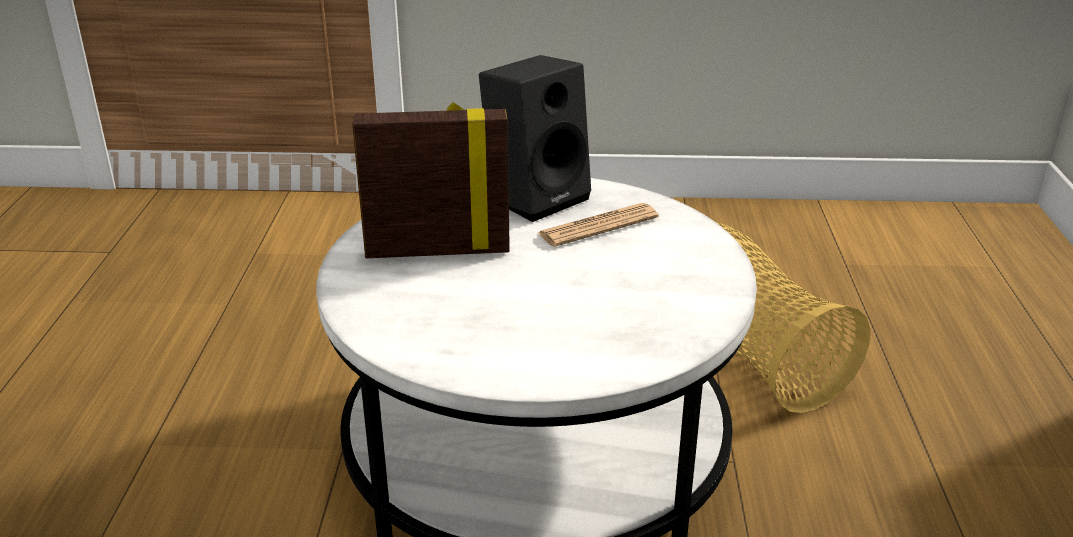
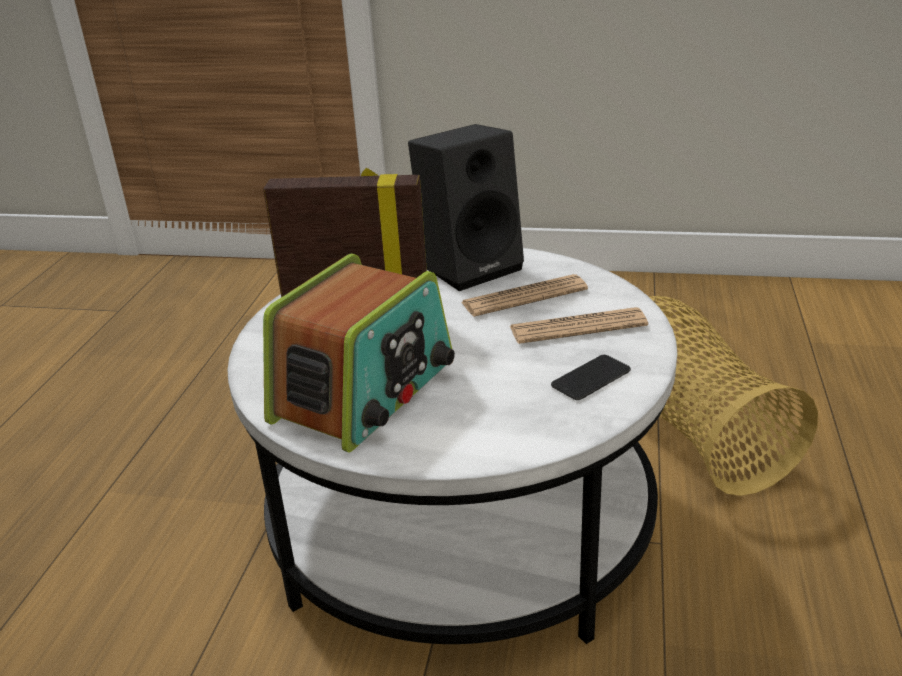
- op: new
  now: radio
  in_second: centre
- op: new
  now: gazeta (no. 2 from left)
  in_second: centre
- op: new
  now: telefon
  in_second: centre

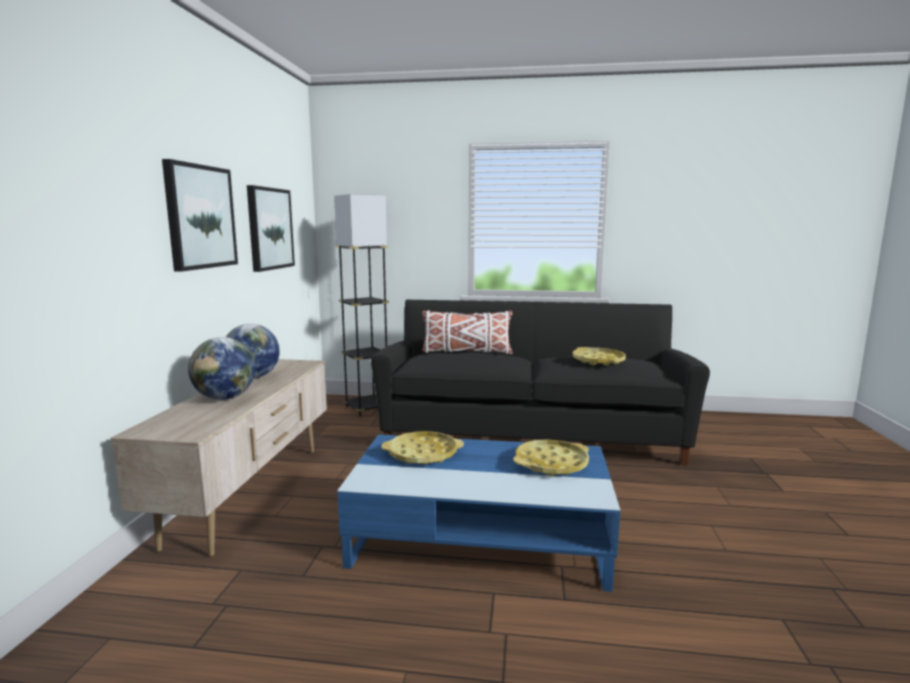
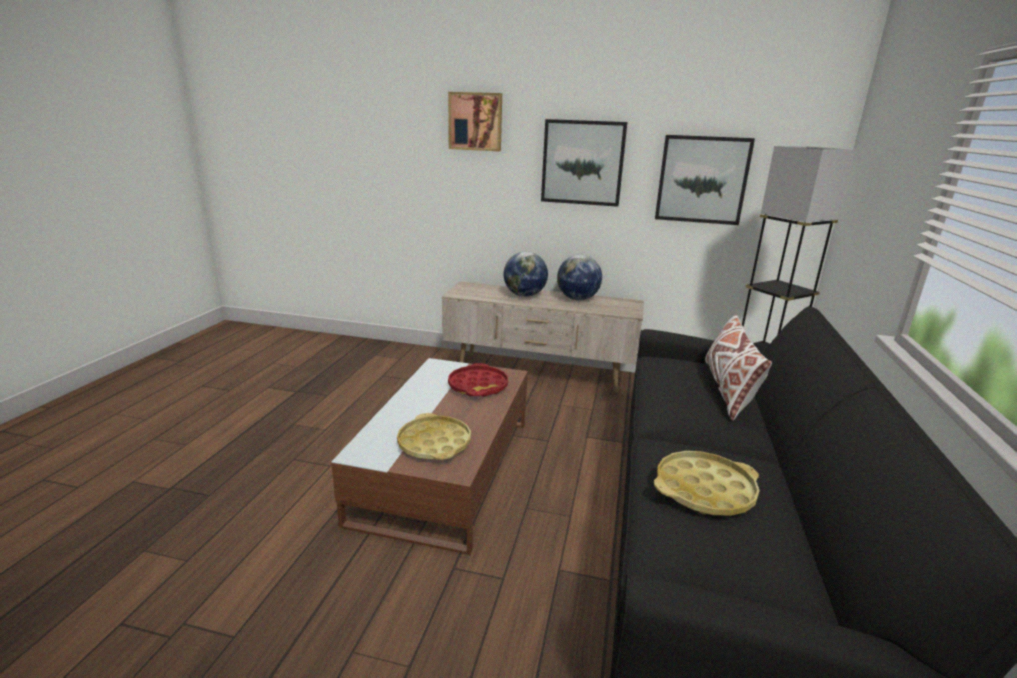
- op: new
  now: obraz (no. 1 from left)
  in_second: top centre
- op: repainted
  was: ława/niebieski
  now: ława/brązowy
  in_first: bottom centre
  in_second: bottom centre
- op: repainted
  was: taca/żółty (no. 1 from left)
  now: taca/czerwony
  in_first: centre
  in_second: centre

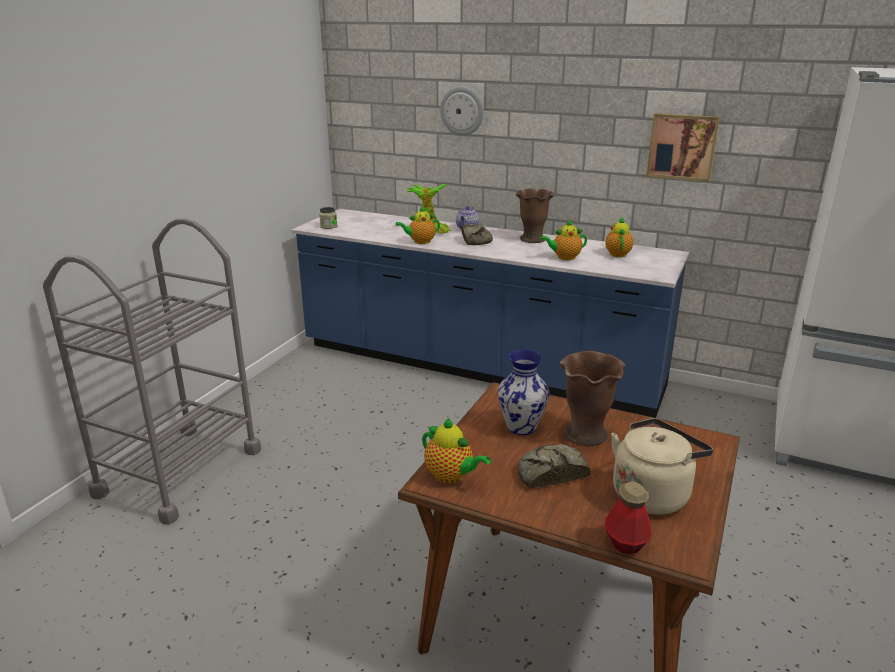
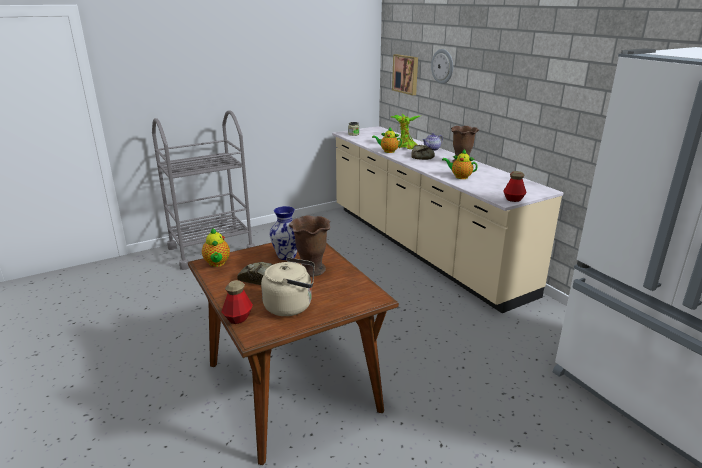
- op: gone
  was: imbryk (no. 5 from left)
  in_first: middle right
- op: new
  now: butelka (no. 2 from left)
  in_second: middle right
- op: shifted
  was: obraz
  in_first: top right
  in_second: top centre
- op: repainted
  was: zabudowa kuchenna/niebieski
  now: zabudowa kuchenna/beżowy
  in_first: centre
  in_second: centre

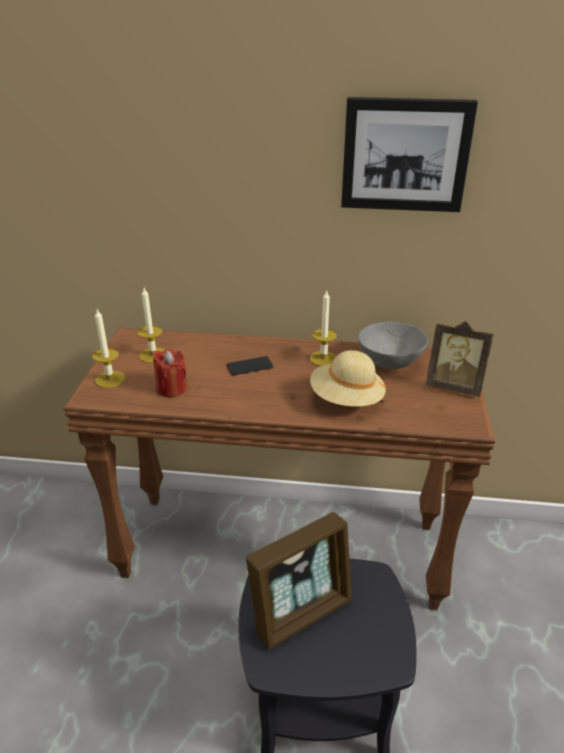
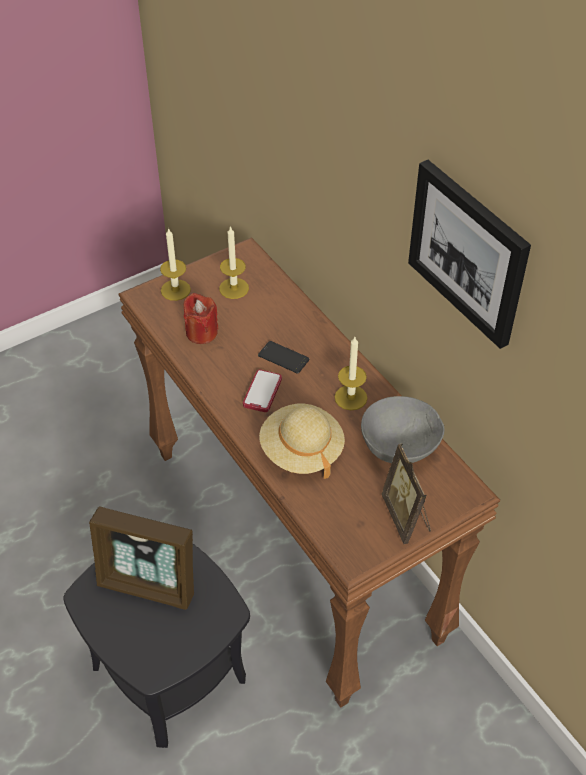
- op: new
  now: telefon (no. 1 from left)
  in_second: centre

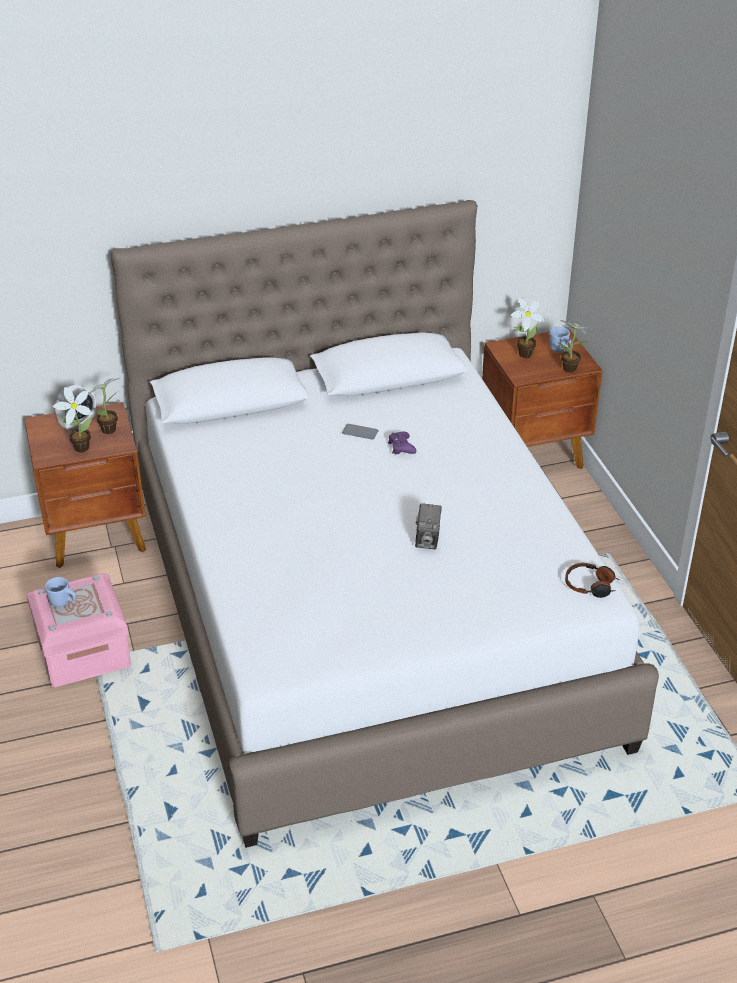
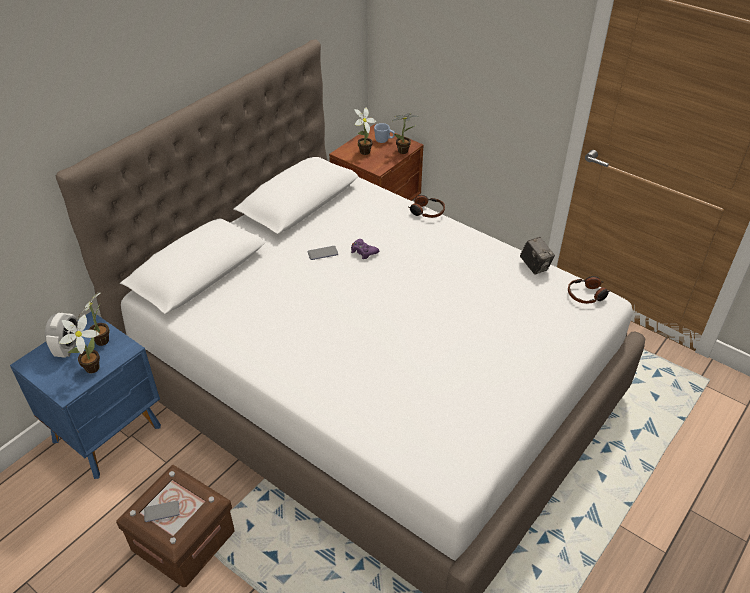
- op: new
  now: słuchawki (no. 1 from left)
  in_second: centre
- op: shifted
  was: aparat fotograficzny
  in_first: centre
  in_second: middle right
- op: swapped
  was: kubek/niebieski (no. 1 from left)
  now: telefon (no. 1 from left)
  in_first: middle left
  in_second: bottom left
- op: repainted
  was: szafka nocna/brązowy (no. 1 from left)
  now: szafka nocna/niebieski
  in_first: middle left
  in_second: middle left
- op: repainted
  was: pojemnik do przechowywania/różowy
  now: pojemnik do przechowywania/brązowy
  in_first: middle left
  in_second: bottom left

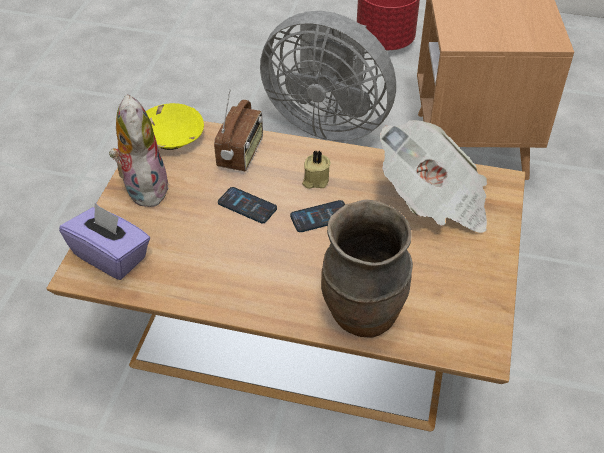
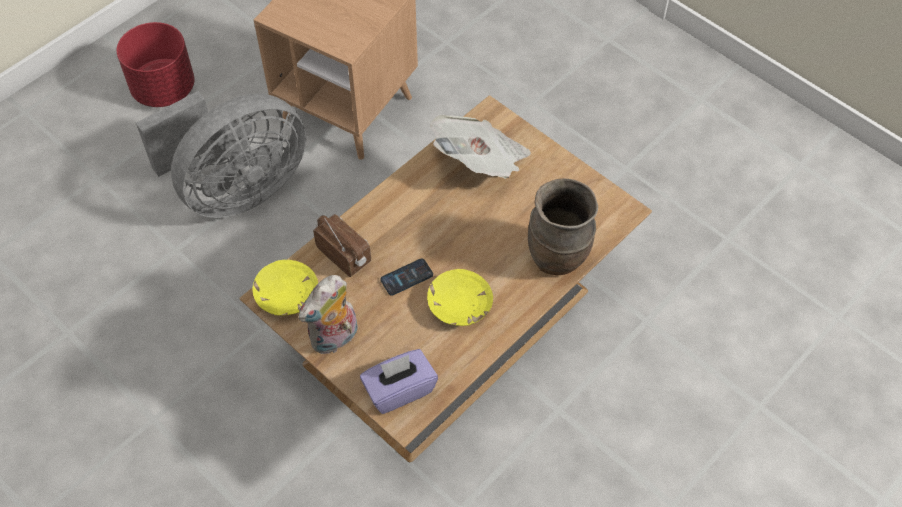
- op: gone
  was: telefon (no. 2 from left)
  in_first: centre
- op: gone
  was: świeca/beżowy
  in_first: centre
- op: new
  now: miska/żółty (no. 2 from left)
  in_second: centre
- op: rotated
  was: pluszak
  in_first: top left
  in_second: centre
  clockwise: -60

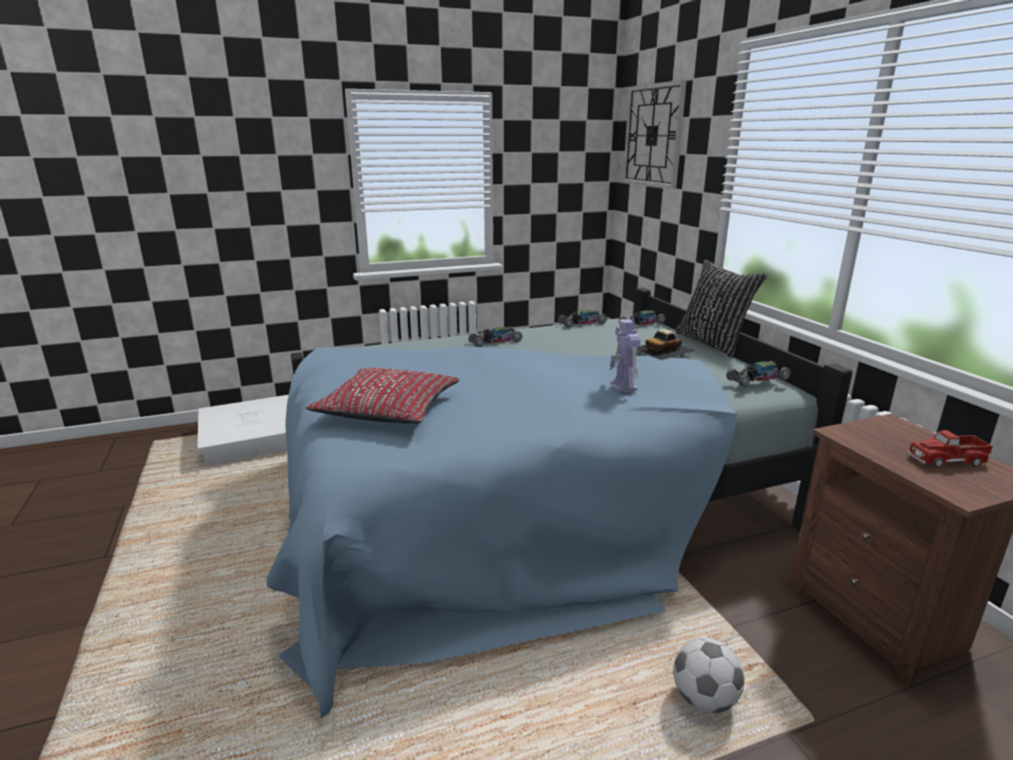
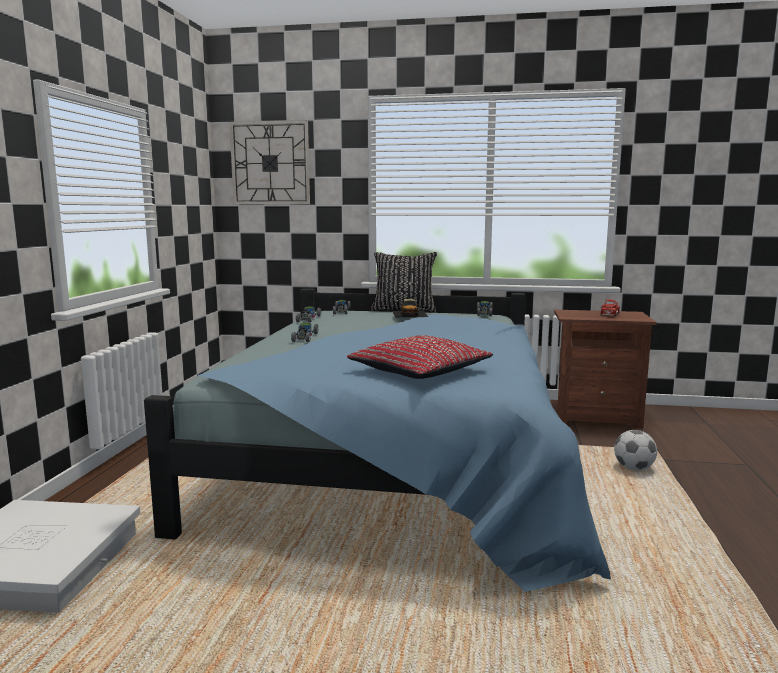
- op: gone
  was: robot zabawkowy
  in_first: centre

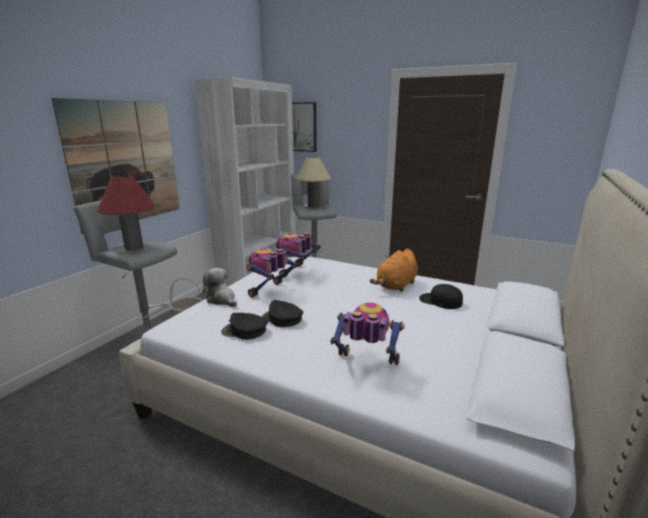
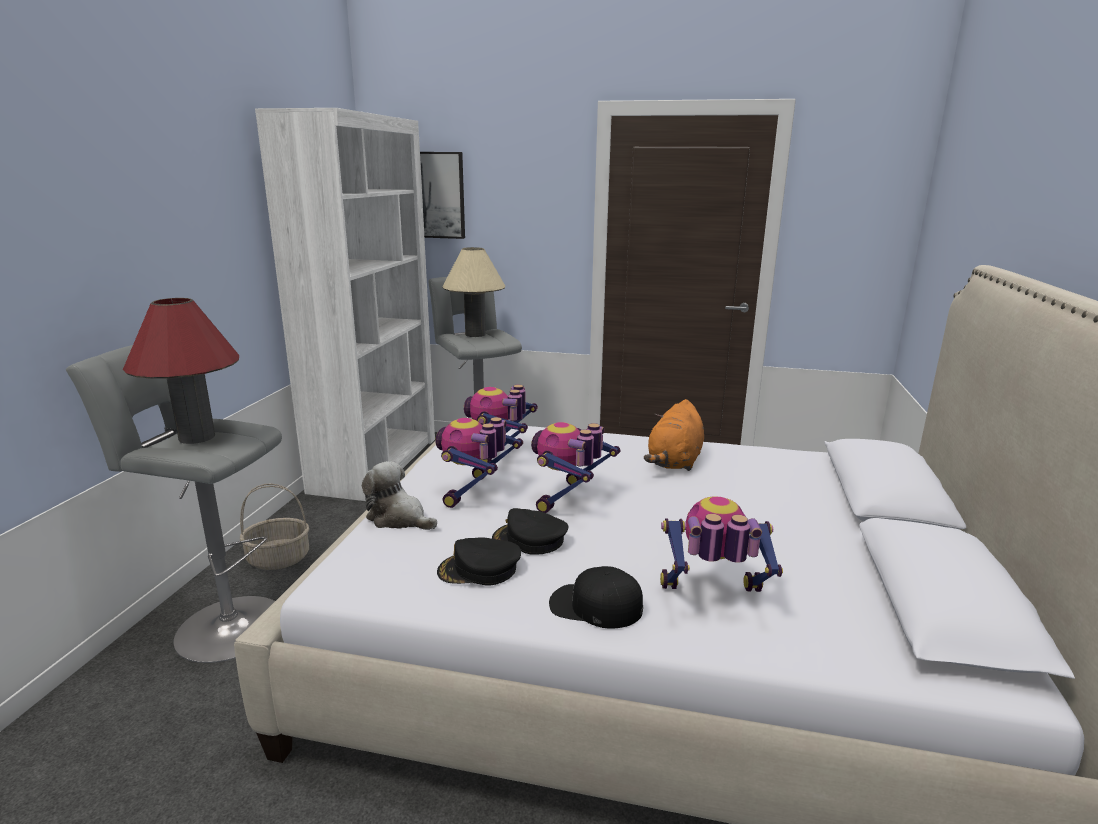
- op: gone
  was: obraz (no. 1 from left)
  in_first: top left
- op: new
  now: robot zabawkowy (no. 3 from left)
  in_second: centre
- op: shifted
  was: czapka z daszkiem/czarny (no. 3 from left)
  in_first: middle right
  in_second: bottom centre

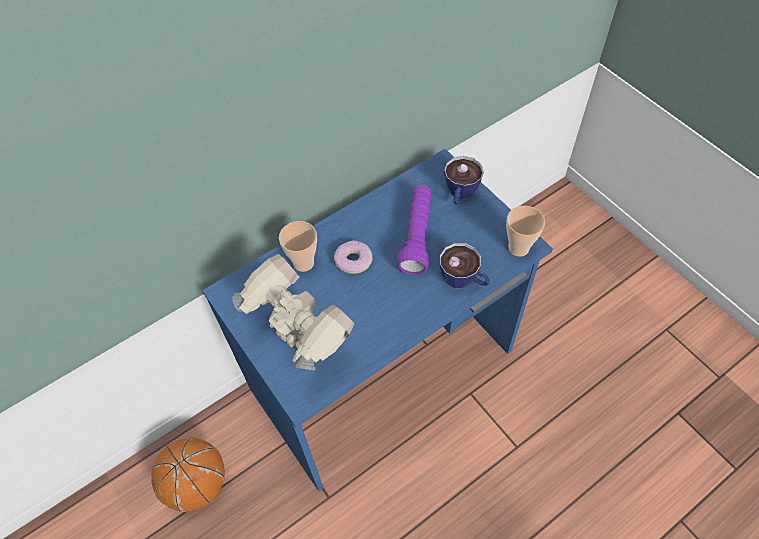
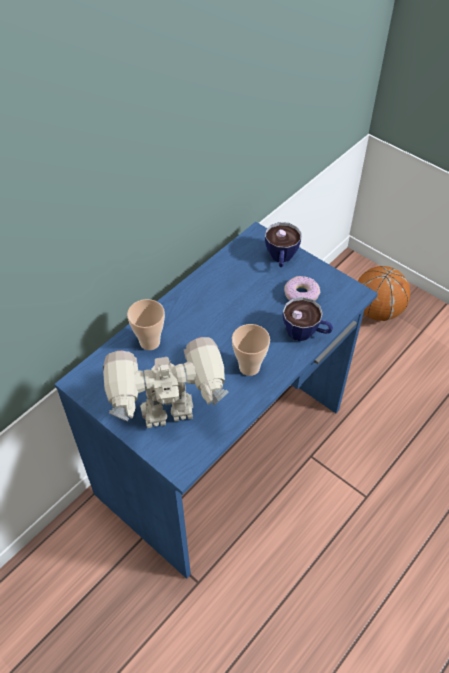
- op: gone
  was: latarka/fioletowy
  in_first: centre
- op: shifted
  was: piłka do koszykówki
  in_first: bottom left
  in_second: middle right
- op: shifted
  was: donut
  in_first: centre
  in_second: middle right
- op: shifted
  was: filiżanka (no. 4 from left in the first image)
  now: filiżanka (no. 2 from left)
  in_first: middle right
  in_second: centre
- op: rotated
  was: robot zabawkowy
  in_first: centre
  in_second: centre
  clockwise: -45

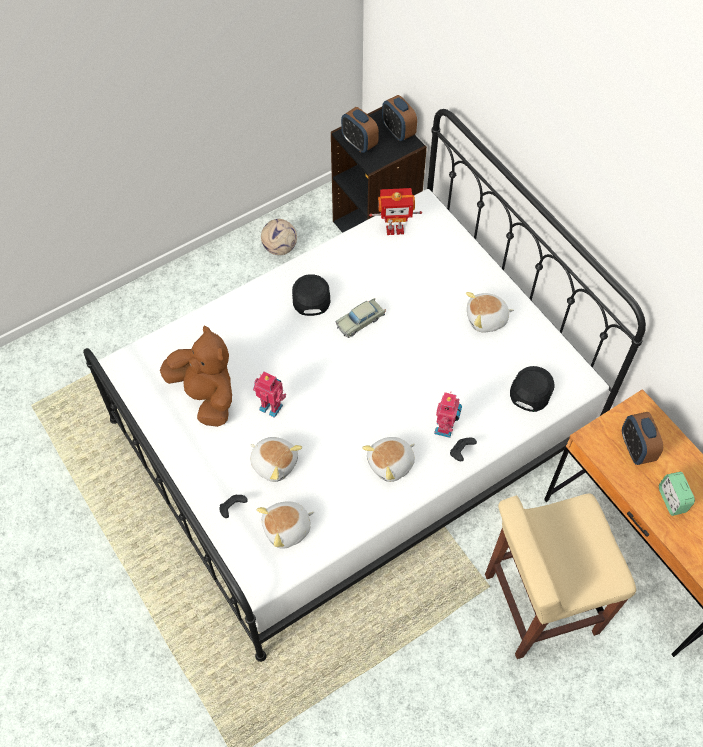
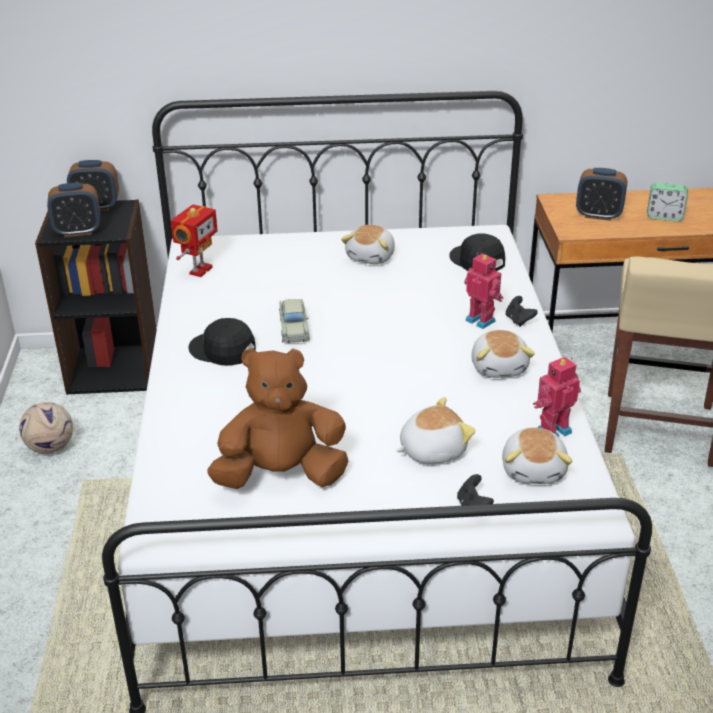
- op: shifted
  was: robot zabawkowy (no. 1 from left in the first image)
  now: robot zabawkowy (no. 3 from left)
  in_first: centre
  in_second: middle right

